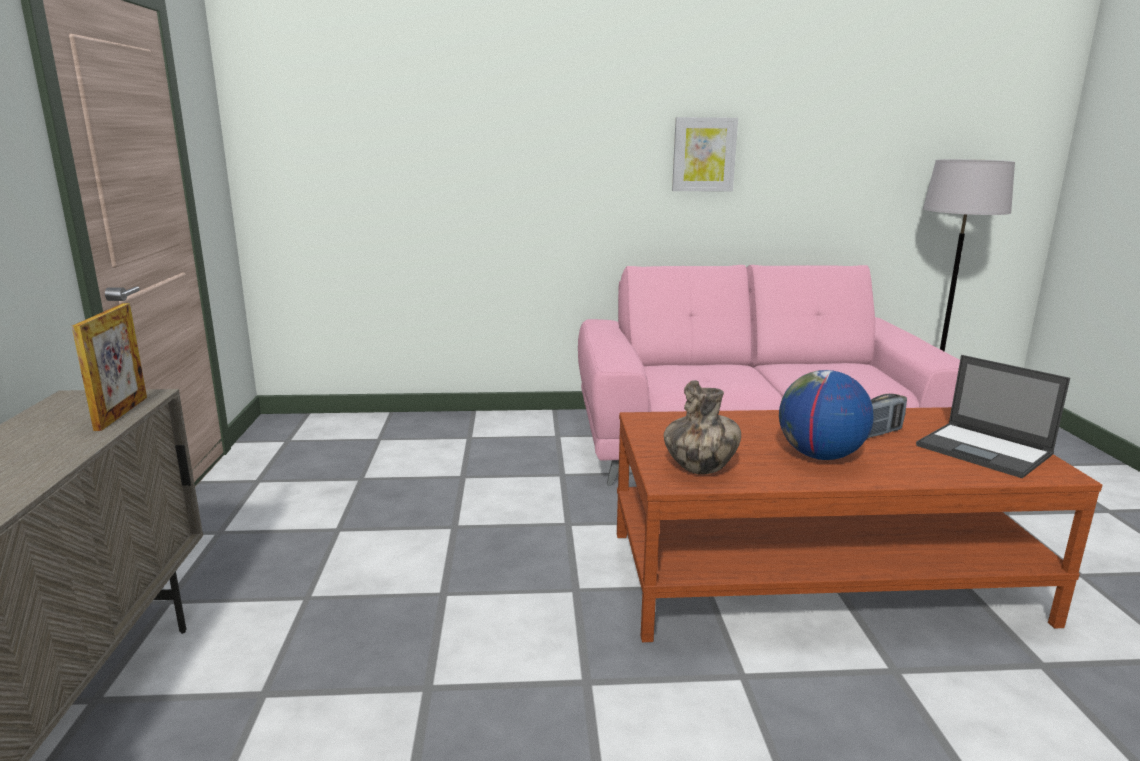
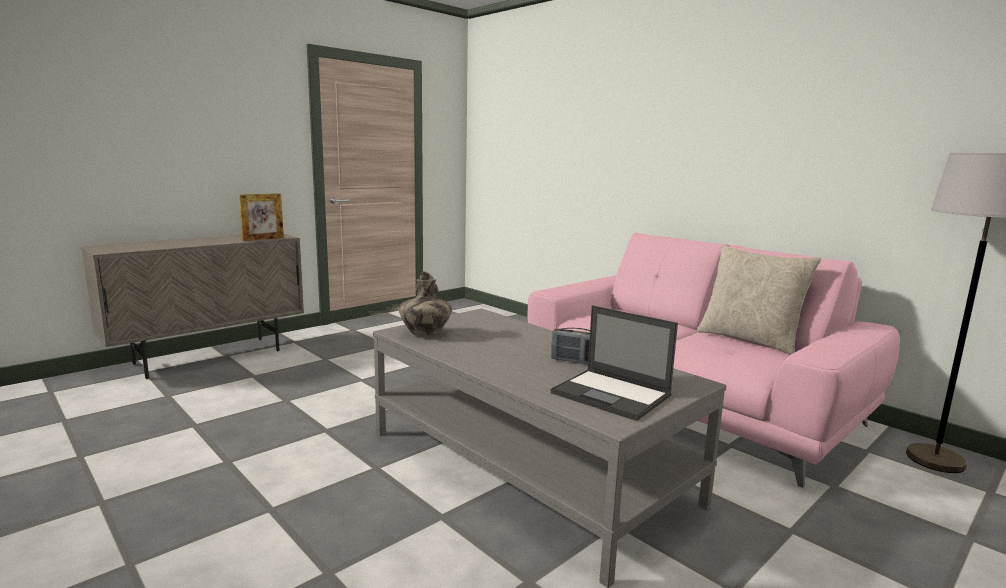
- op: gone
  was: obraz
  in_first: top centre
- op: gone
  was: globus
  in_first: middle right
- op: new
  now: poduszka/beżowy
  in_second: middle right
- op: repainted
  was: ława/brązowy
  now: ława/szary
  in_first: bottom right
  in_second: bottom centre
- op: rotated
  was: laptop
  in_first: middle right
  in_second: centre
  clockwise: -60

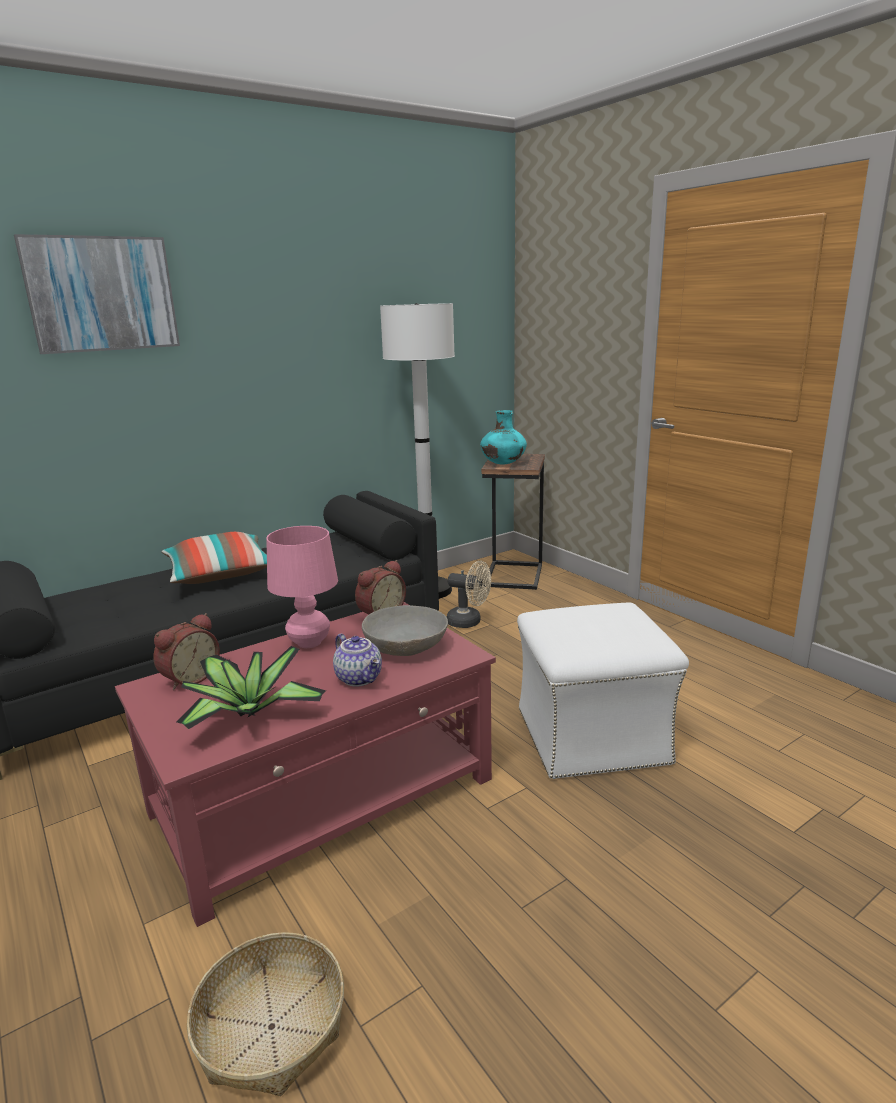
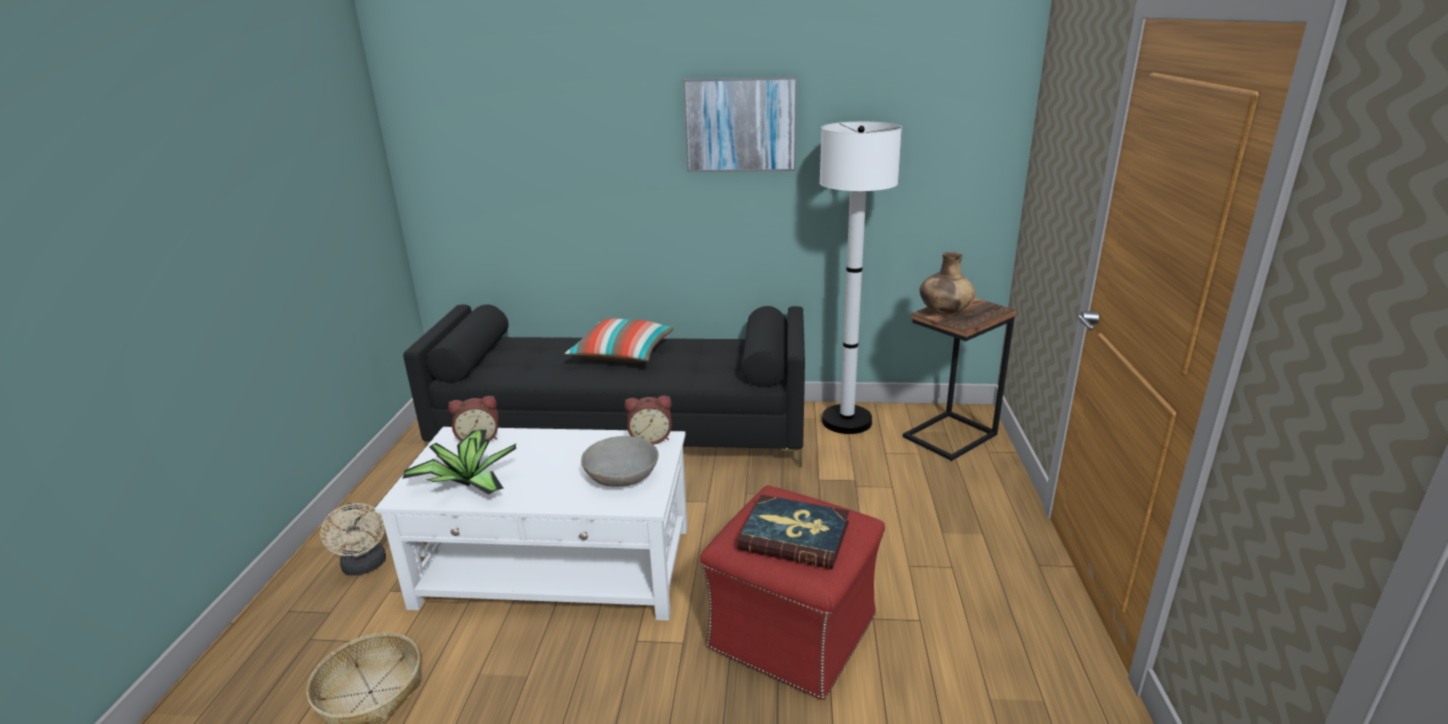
- op: gone
  was: lampa stołowa/różowy
  in_first: centre
- op: gone
  was: imbryk
  in_first: centre
- op: new
  now: książka
  in_second: bottom centre
- op: shifted
  was: obraz
  in_first: top left
  in_second: top centre
- op: shifted
  was: wentylator/beżowy
  in_first: centre
  in_second: bottom left
- op: repainted
  was: ława/czerwony
  now: ława/biały
  in_first: bottom centre
  in_second: bottom centre
- op: repainted
  was: wazon/turkusowy
  now: wazon/brązowy
  in_first: centre
  in_second: centre
- op: repainted
  was: pufa/biały
  now: pufa/czerwony
  in_first: middle right
  in_second: bottom centre

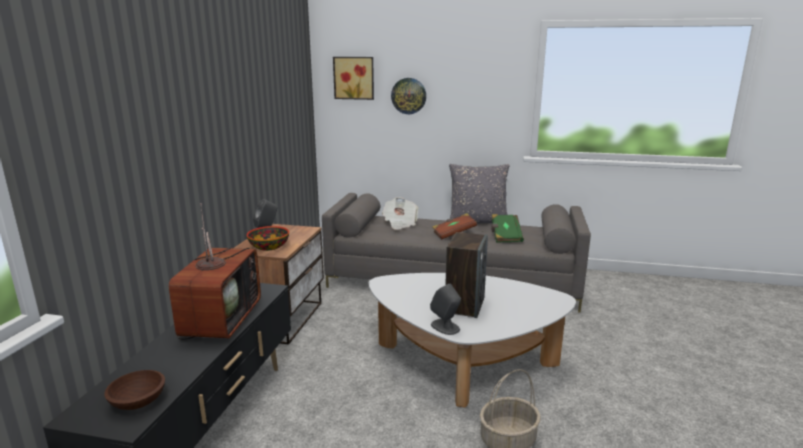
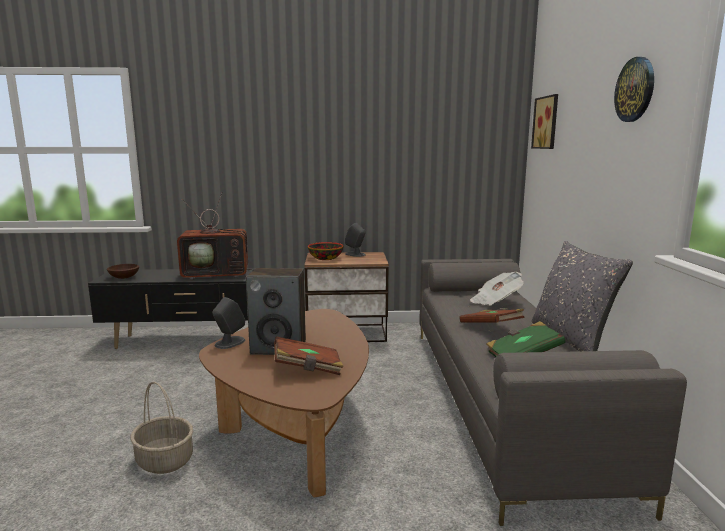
- op: new
  now: książka/brązowy (no. 1 from left)
  in_second: bottom centre
- op: shifted
  was: zegar ścienny
  in_first: top centre
  in_second: top right
- op: repainted
  was: ława/biały
  now: ława/brązowy
  in_first: bottom centre
  in_second: bottom centre

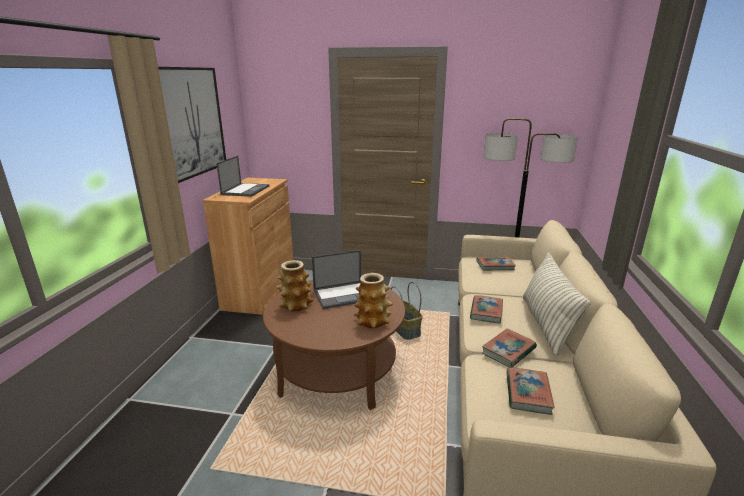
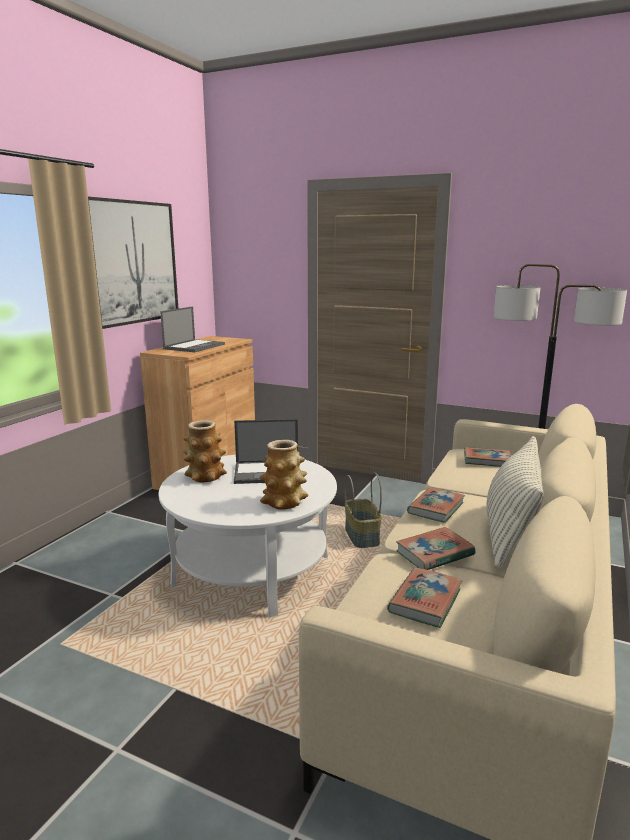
- op: repainted
  was: ława/brązowy
  now: ława/biały
  in_first: bottom centre
  in_second: centre

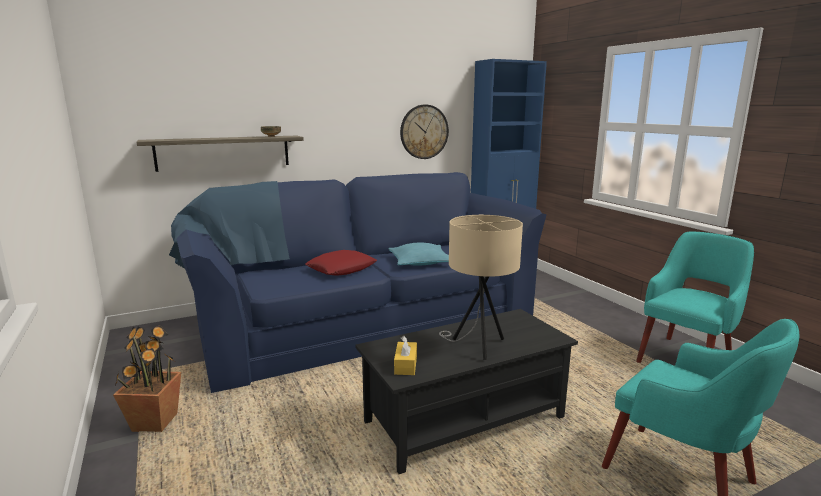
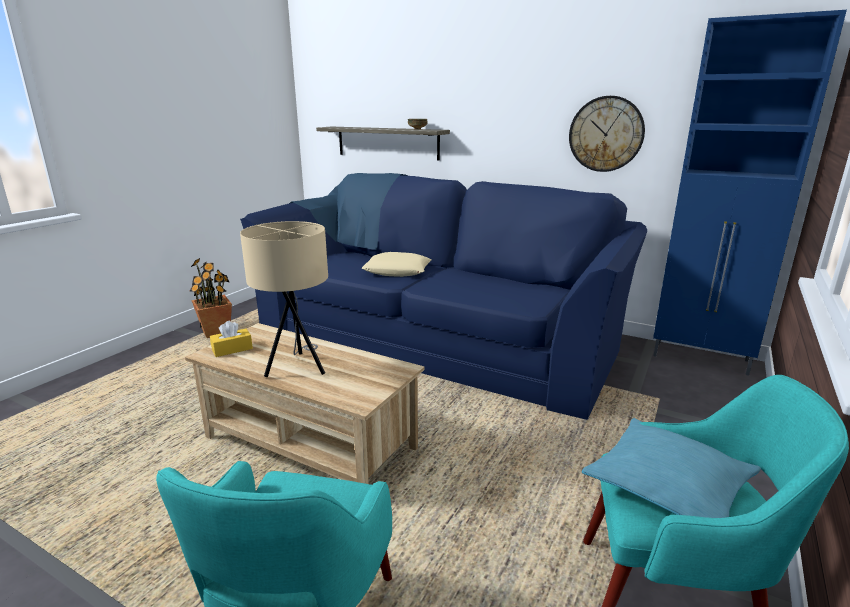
- op: shifted
  was: poduszka/turkusowy
  in_first: centre
  in_second: bottom right
- op: repainted
  was: poduszka/czerwony
  now: poduszka/beżowy
  in_first: centre
  in_second: centre
- op: repainted
  was: ława/czarny
  now: ława/beżowy
  in_first: bottom centre
  in_second: centre

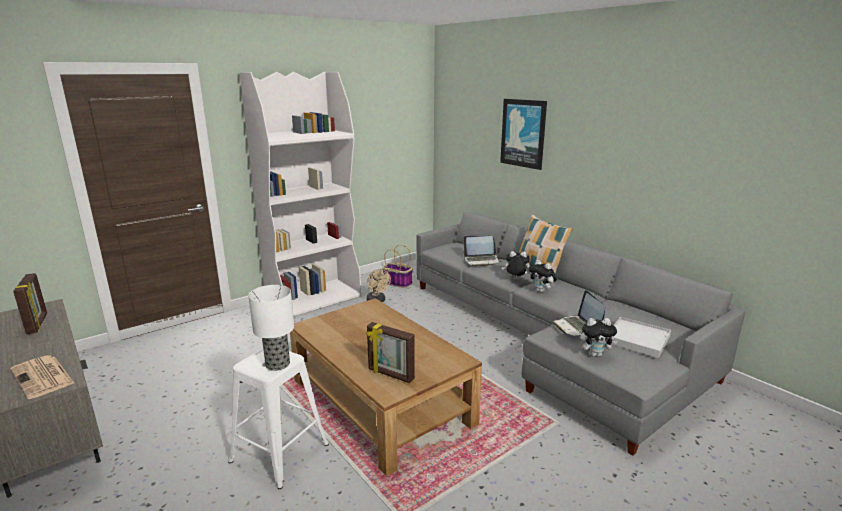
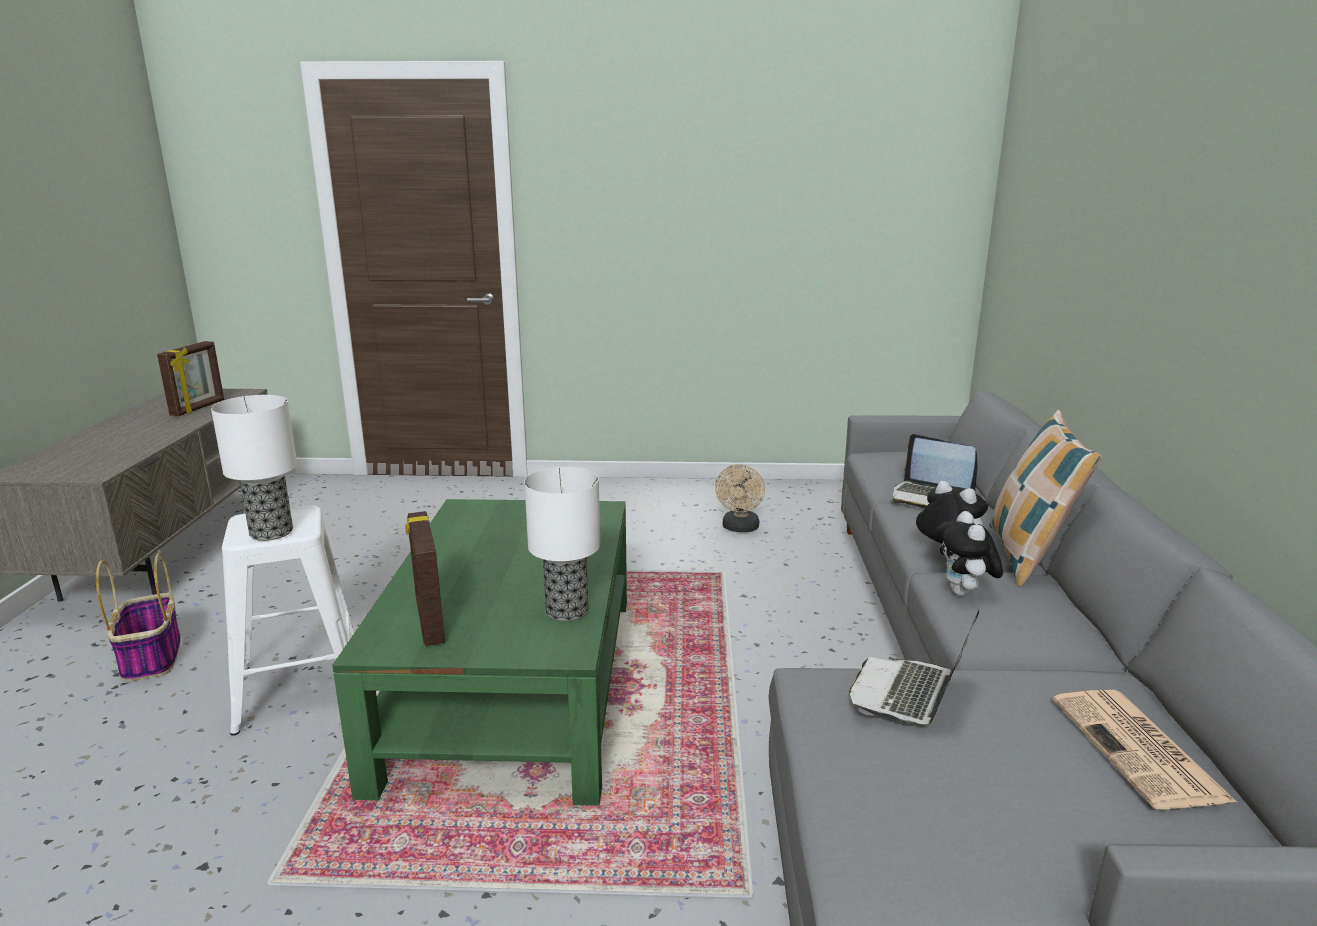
- op: gone
  was: regał/biały
  in_first: centre
- op: gone
  was: obraz
  in_first: top centre
- op: gone
  was: pluszak (no. 3 from left)
  in_first: middle right
- op: gone
  was: taca/biały
  in_first: middle right
- op: new
  now: lampa stołowa (no. 2 from left)
  in_second: centre
- op: shifted
  was: gazeta
  in_first: bottom left
  in_second: bottom right
- op: shifted
  was: koszyk
  in_first: centre
  in_second: middle left
- op: repainted
  was: ława/brązowy
  now: ława/zielony
  in_first: bottom centre
  in_second: bottom centre

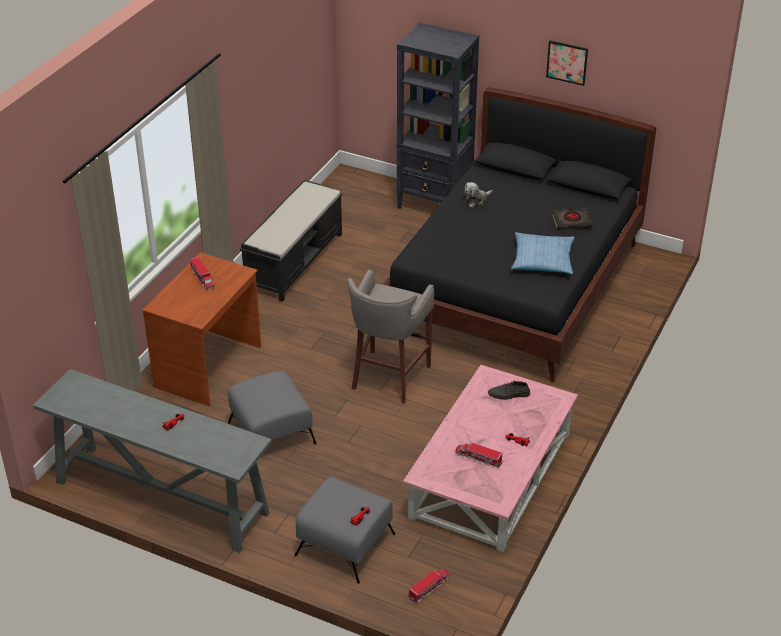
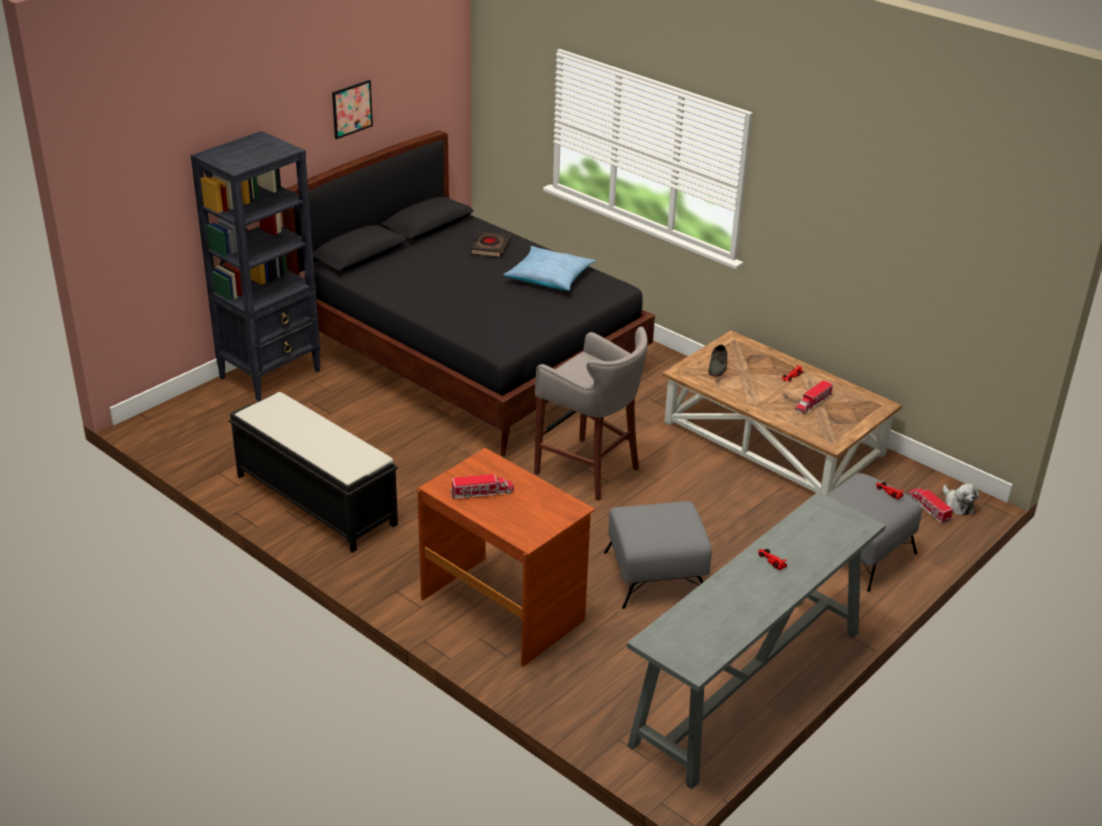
- op: shifted
  was: pluszak
  in_first: top centre
  in_second: middle right
- op: repainted
  was: ława/różowy
  now: ława/brązowy
  in_first: bottom centre
  in_second: middle right

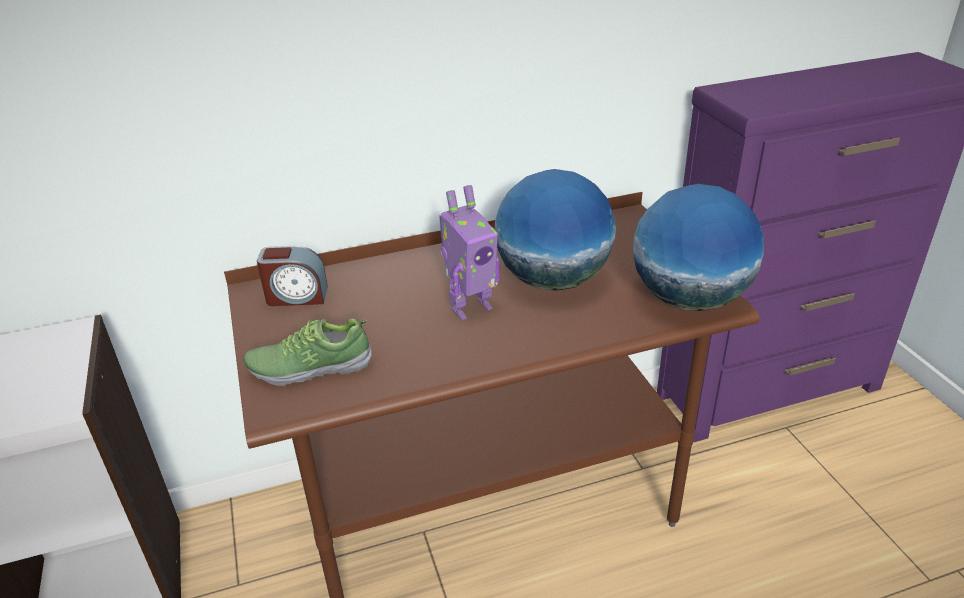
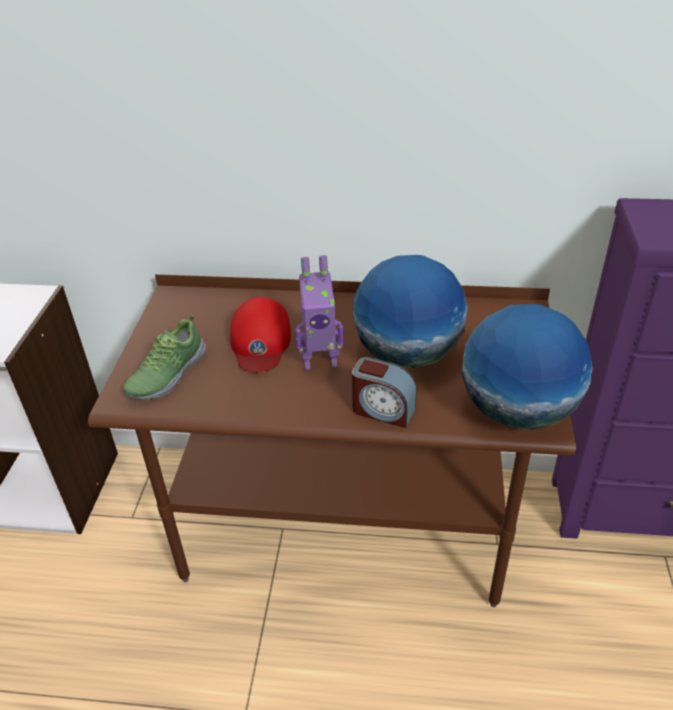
- op: new
  now: czapka z daszkiem/czerwony
  in_second: centre
- op: shifted
  was: budzik
  in_first: middle left
  in_second: centre
- op: rotated
  was: but
  in_first: middle left
  in_second: middle left
  clockwise: -75

